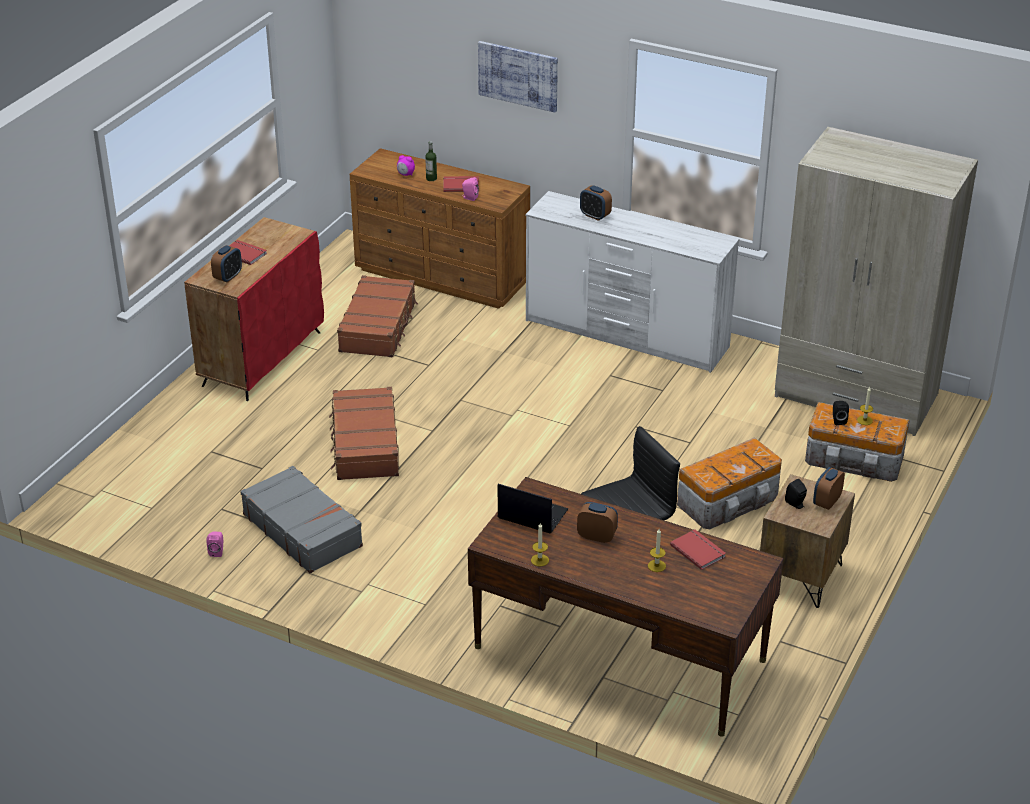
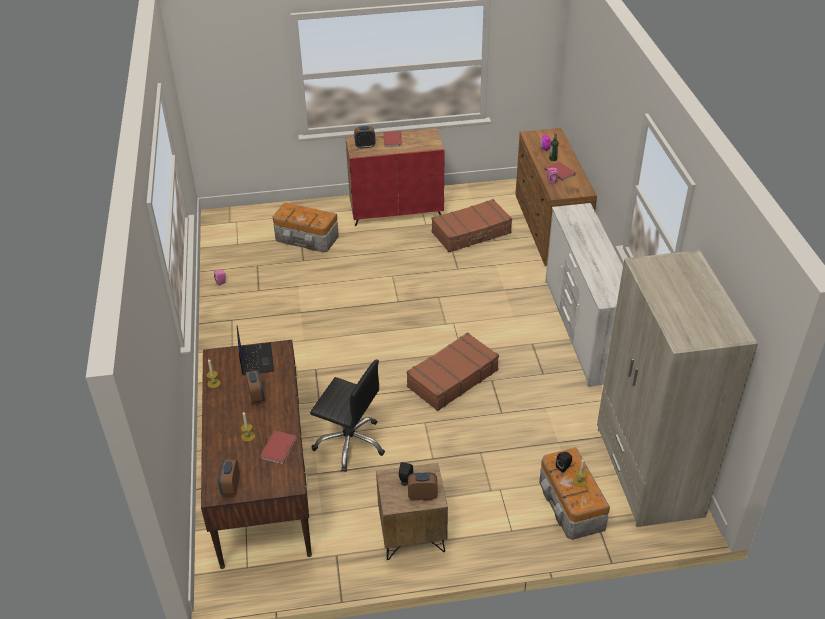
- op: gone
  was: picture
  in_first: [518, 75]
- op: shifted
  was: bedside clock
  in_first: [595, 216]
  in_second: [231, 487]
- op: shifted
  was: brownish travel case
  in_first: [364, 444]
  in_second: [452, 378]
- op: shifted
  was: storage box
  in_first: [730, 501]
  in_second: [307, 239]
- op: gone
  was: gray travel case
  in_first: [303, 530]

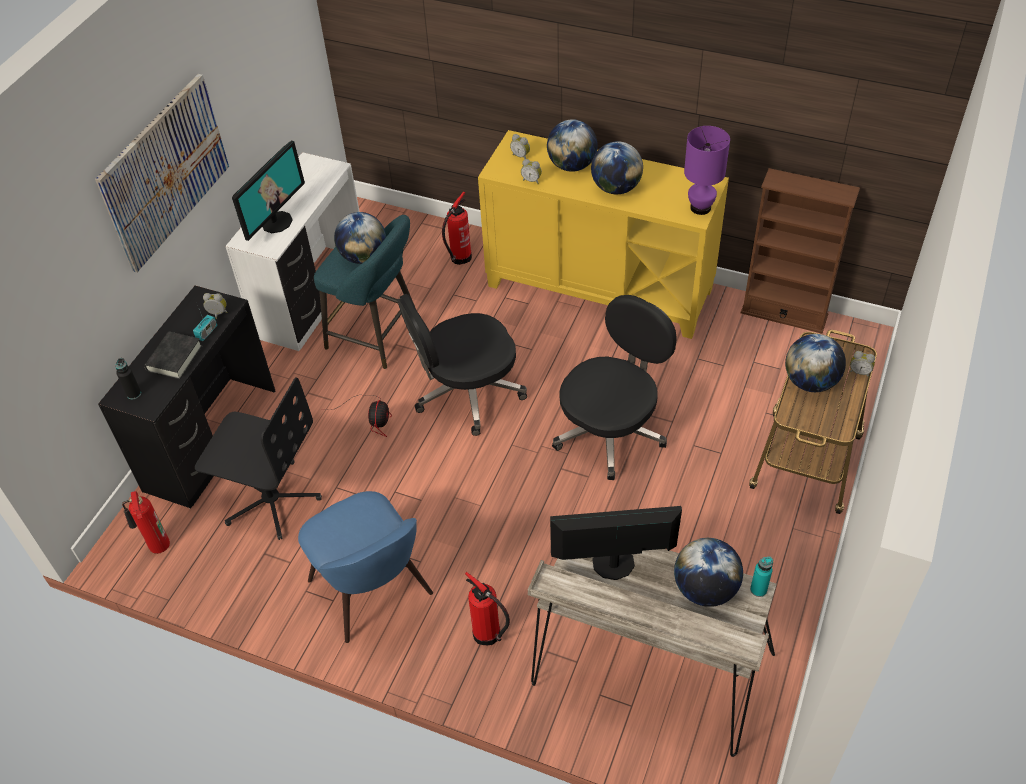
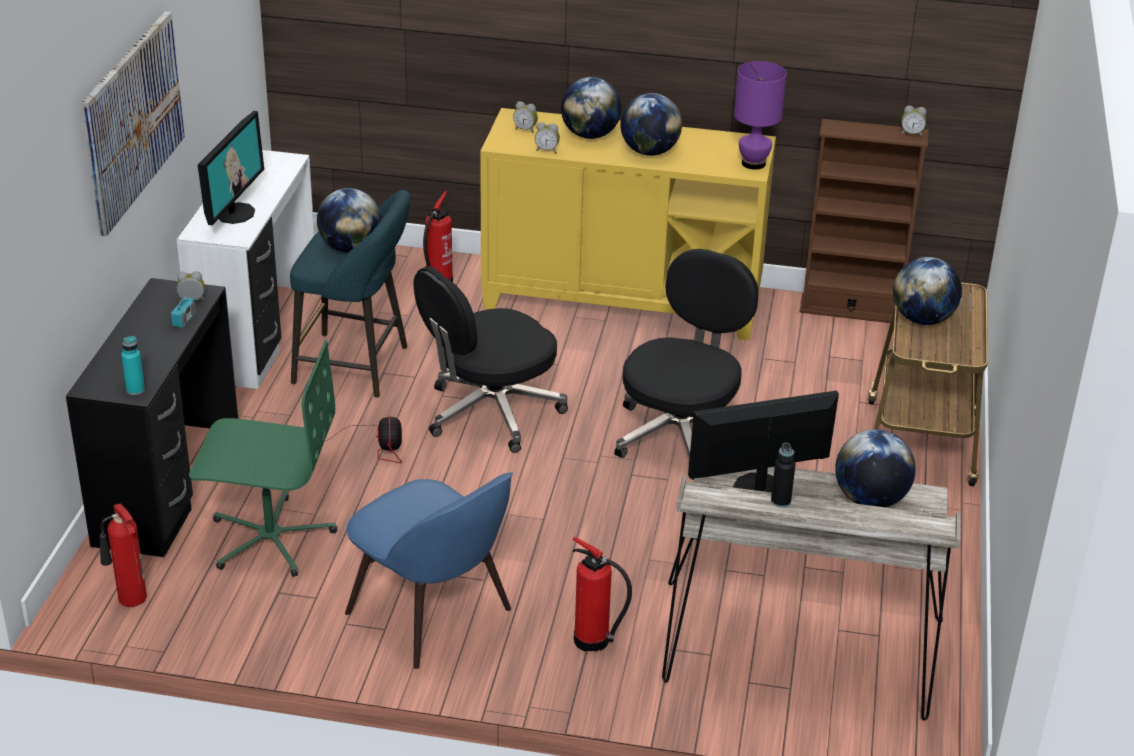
- op: gone
  was: blackish bound book
  in_first: [174, 358]
- op: shifted
  was: bedside clock
  in_first: [859, 372]
  in_second: [911, 134]
- op: shifted
  was: blackish bottle
  in_first: [134, 394]
  in_second: [780, 501]
- op: repainted
  was: blackish office chair
  now: greenish office chair
  in_first: [271, 499]
  in_second: [270, 538]
- op: shifted
  was: turquoise-coloured bottle
  in_first: [758, 589]
  in_second: [135, 390]

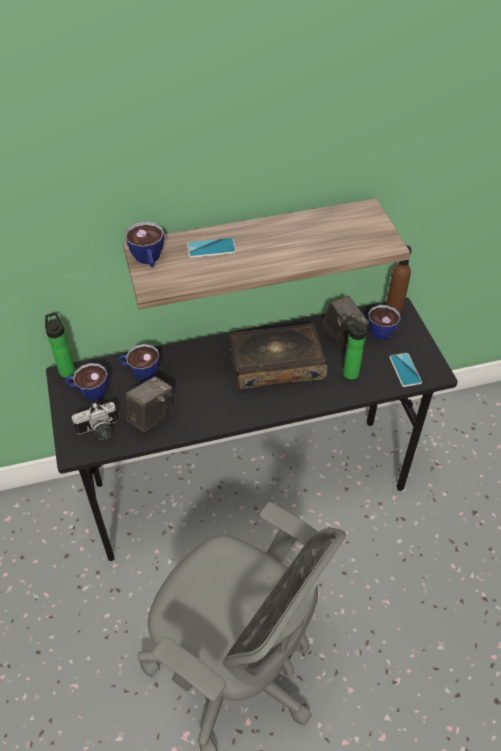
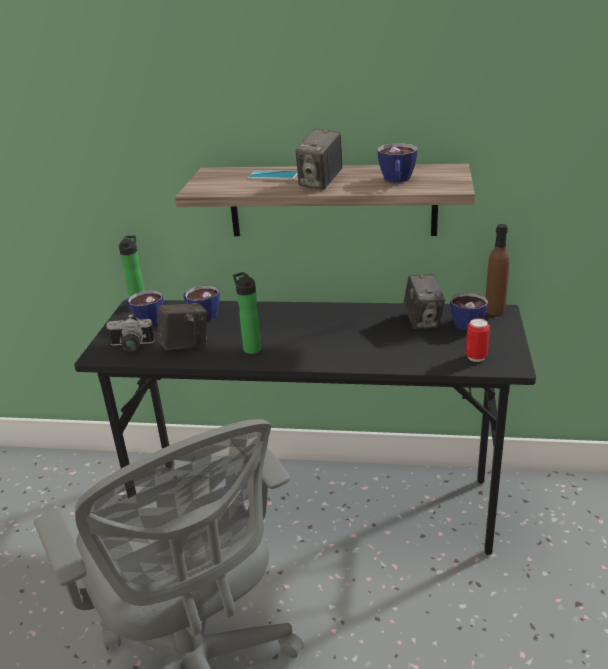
- op: shifted
  was: drinking cup
  in_first: [148, 260]
  in_second: [397, 180]
- op: shifted
  was: bottle
  in_first: [348, 372]
  in_second: [251, 348]
- op: gone
  was: bound book
  in_first: [276, 364]
- op: swapped
  was: telephone
  now: sealed can
  in_first: [405, 370]
  in_second: [476, 357]
- op: new
  now: still camera
  in_second: [320, 183]

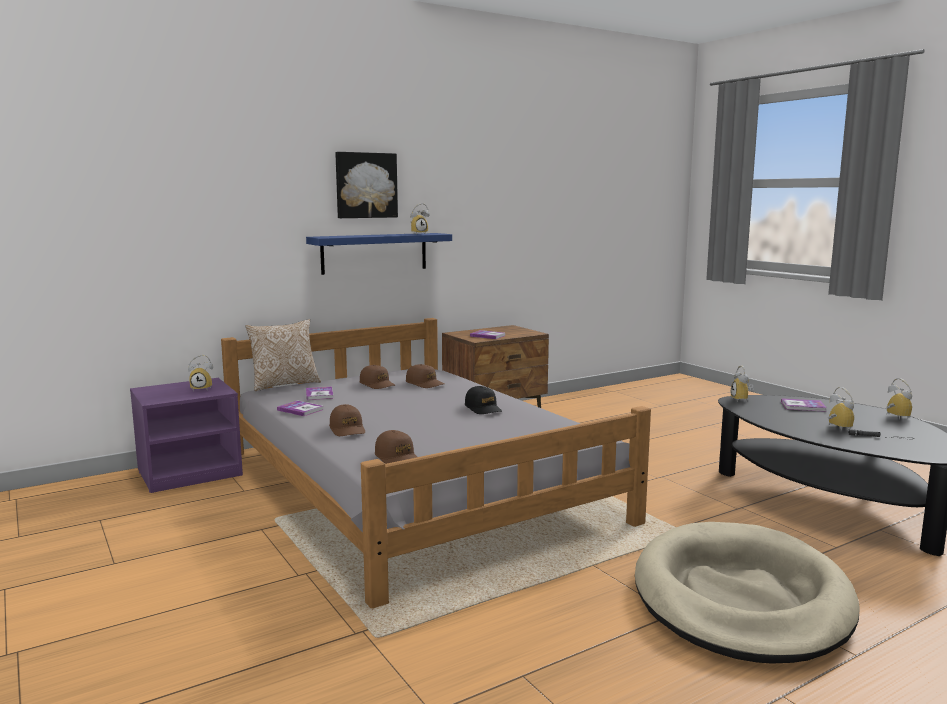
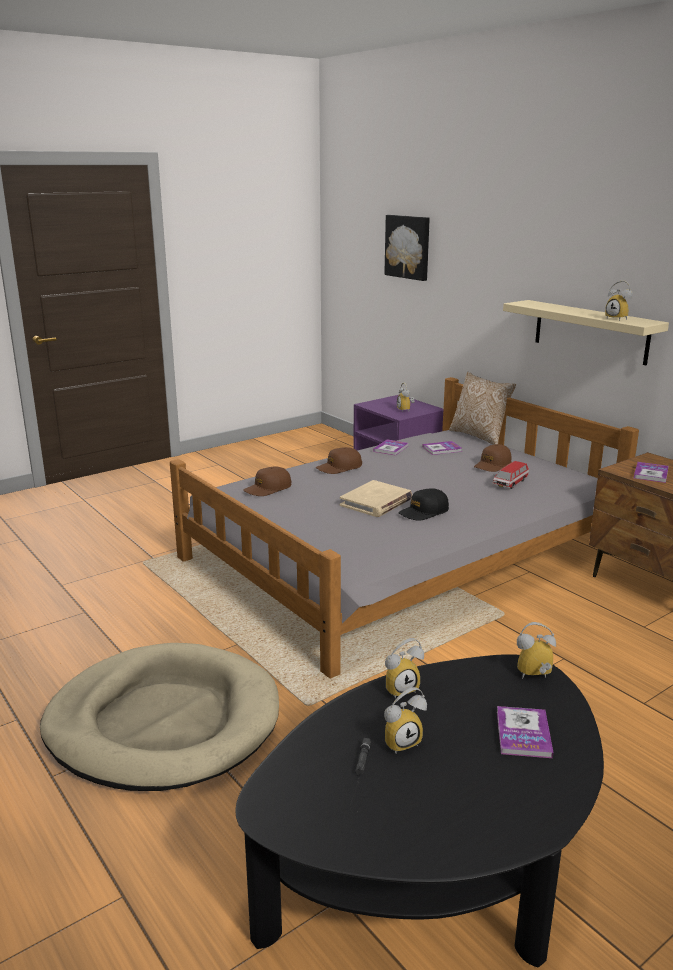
- op: shifted
  was: picture
  in_first: [366, 185]
  in_second: [408, 247]
- op: repainted
  was: blue-coloured wall shelf
  now: beige-coloured wall shelf
  in_first: [374, 253]
  in_second: [590, 331]
- op: swapped
  was: brownish cap
  now: model car
  in_first: [425, 383]
  in_second: [510, 483]
- op: shifted
  was: bedside clock
  in_first: [894, 417]
  in_second: [400, 688]
- op: new
  now: beige-coloured bound book
  in_second: [376, 502]

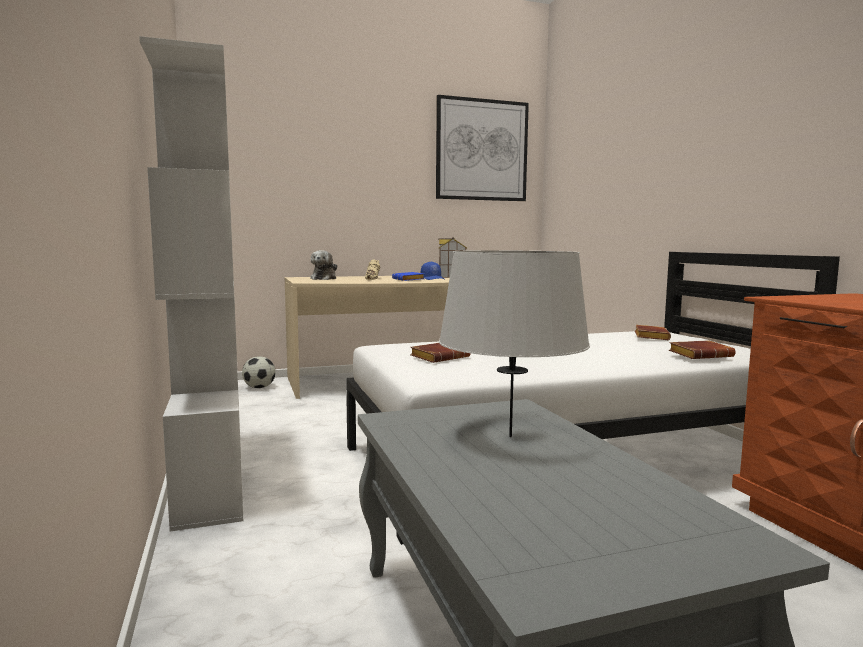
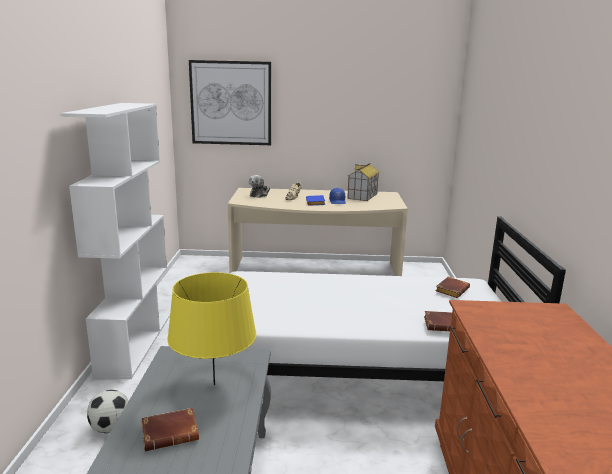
- op: shifted
  was: picture
  in_first: [482, 150]
  in_second: [231, 103]
- op: repainted
  was: gray tabletop lamp
  now: yellowish tabletop lamp
  in_first: [510, 436]
  in_second: [214, 384]
- op: shifted
  was: brownish bound book
  in_first: [440, 357]
  in_second: [171, 433]
- op: shifted
  was: football ball
  in_first: [259, 387]
  in_second: [110, 428]

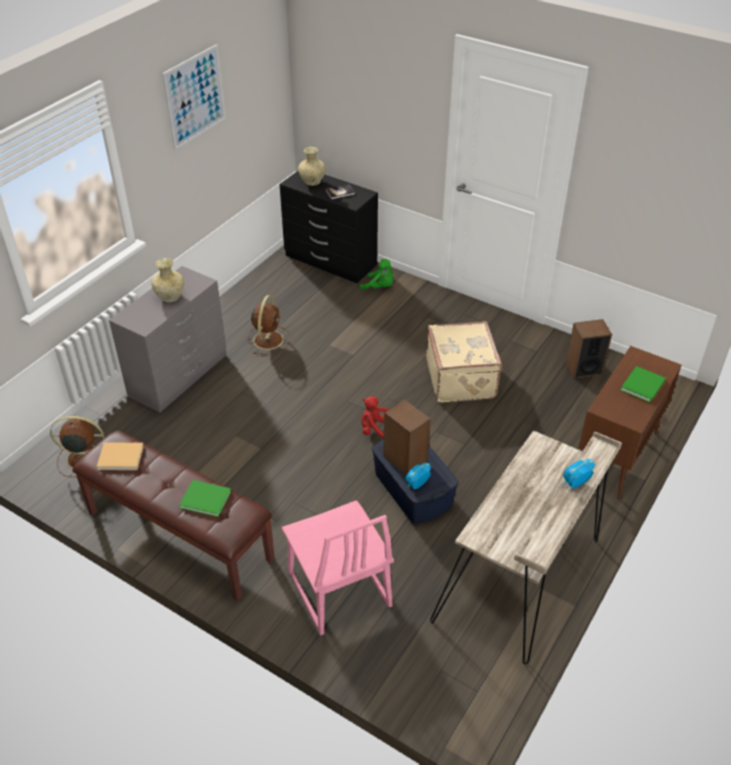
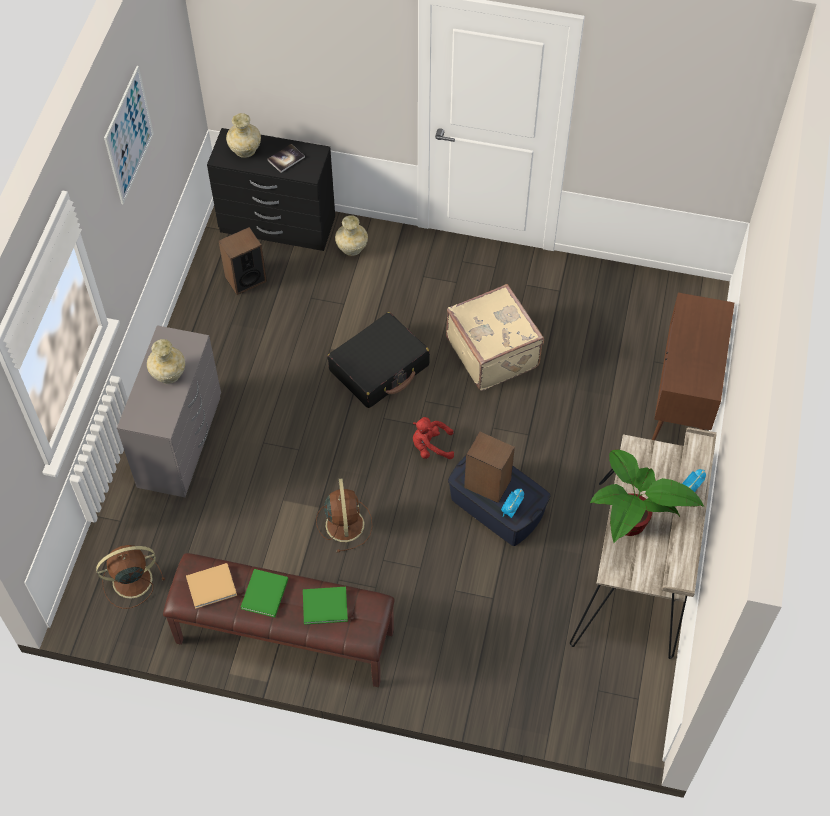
- op: swapped
  was: greenish plush toy
  now: beige-coloured vase
  in_first: [379, 287]
  in_second: [352, 249]
- op: shifted
  was: brownish electric fan
  in_first: [268, 339]
  in_second: [344, 523]
- op: shifted
  was: audio speaker
  in_first: [583, 369]
  in_second: [245, 279]
- op: shifted
  was: greenish bound book
  in_first: [642, 386]
  in_second: [264, 595]
- op: gone
  was: pink-coloured chair
  in_first: [338, 590]
- op: new
  now: blackish travel case
  in_second: [379, 368]
- op: new
  now: potted plant
  in_second: [628, 530]

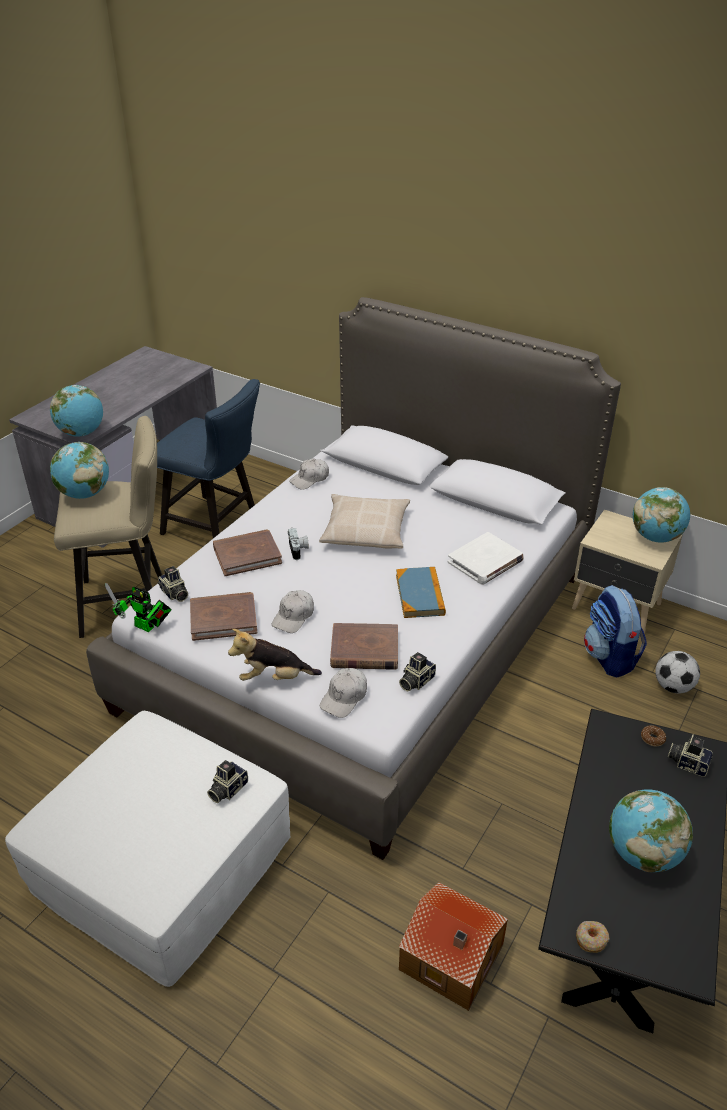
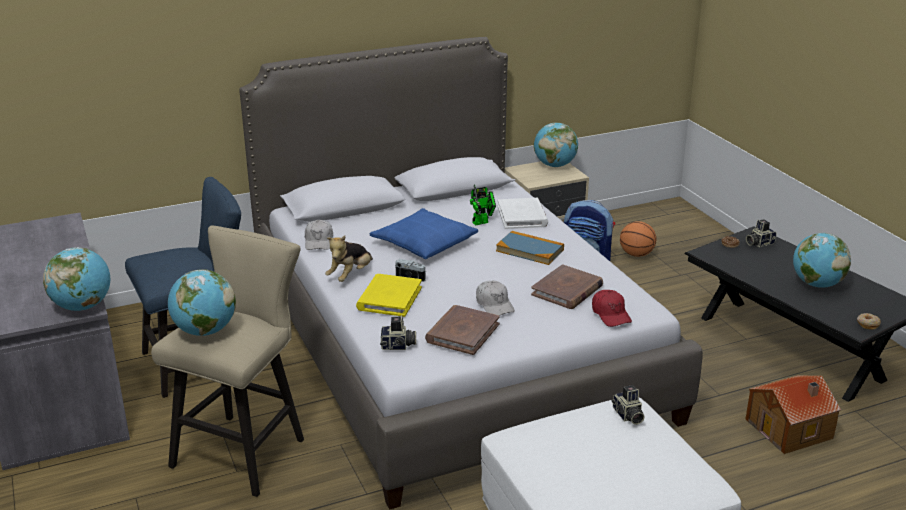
- op: repainted
  was: beige-coloured pillow
  now: blue-coloured pillow
  in_first: [366, 530]
  in_second: [424, 243]
- op: repainted
  was: brownish bound book
  now: yellowish bound book
  in_first: [247, 555]
  in_second: [389, 298]
- op: shifted
  was: robot figure
  in_first: [147, 627]
  in_second: [482, 222]
- op: shifted
  was: plush toy
  in_first: [274, 677]
  in_second: [350, 275]
- op: swapped
  was: football ball
  now: ball for basketball
  in_first: [673, 686]
  in_second: [636, 254]
- op: gone
  was: still camera
  in_first: [415, 681]
- op: repainted
  was: whitish cap
  now: red cap
  in_first: [344, 697]
  in_second: [610, 314]

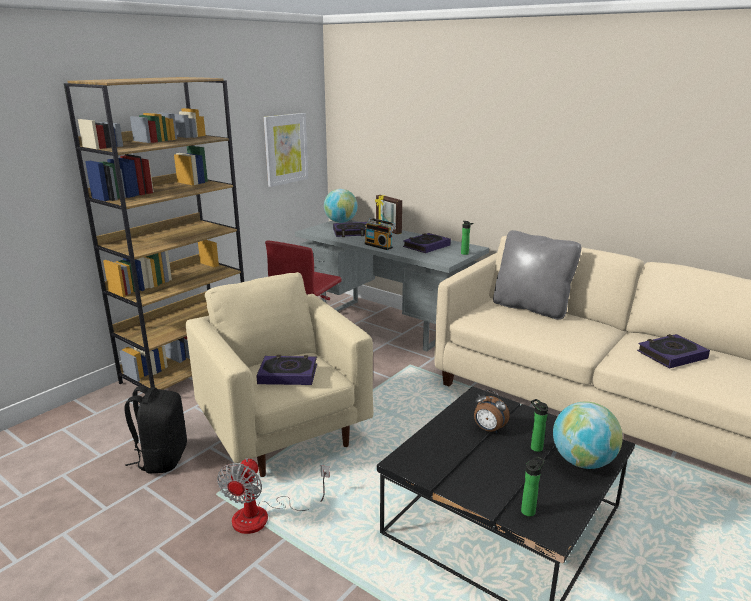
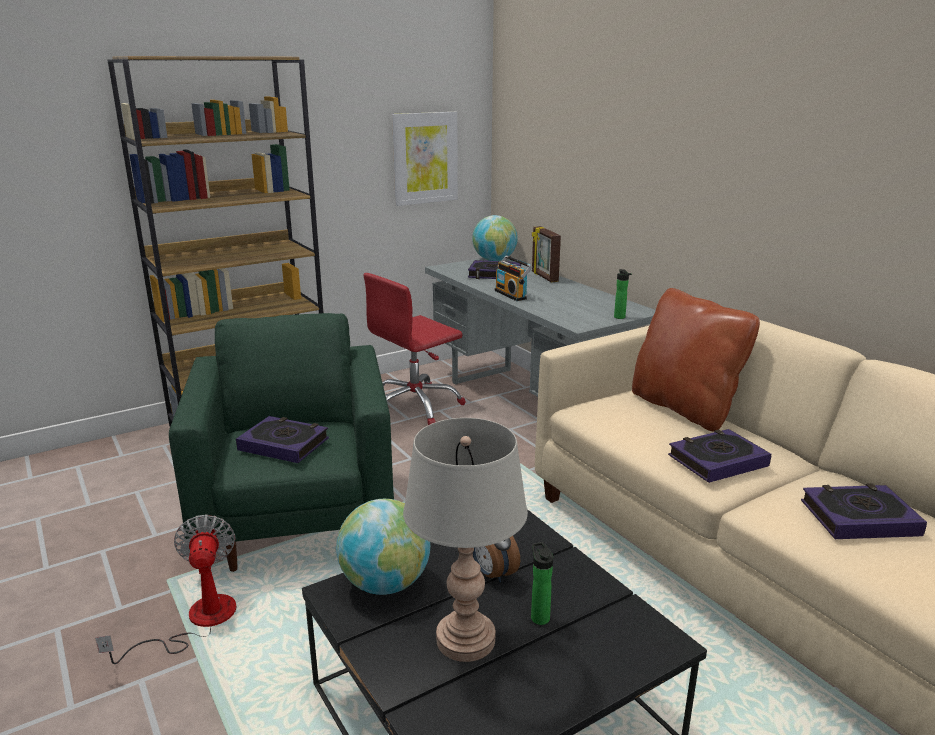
- op: repainted
  was: gray pillow
  now: brownish pillow
  in_first: [531, 308]
  in_second: [684, 408]
- op: shifted
  was: bound book
  in_first: [426, 246]
  in_second: [717, 461]
- op: repainted
  was: beige-coloured lounge chair
  now: greenish lounge chair
  in_first: [284, 432]
  in_second: [298, 521]
- op: gone
  was: blackish backpack
  in_first: [162, 458]
- op: shifted
  was: globe
  in_first: [582, 461]
  in_second: [385, 584]
- op: gone
  was: bottle
  in_first: [529, 510]
- op: rotated
  was: electric fan
  in_first: [264, 516]
  in_second: [196, 622]
  clockwise: 135
- op: new
  now: gray tabletop lamp
  in_second: [465, 640]

